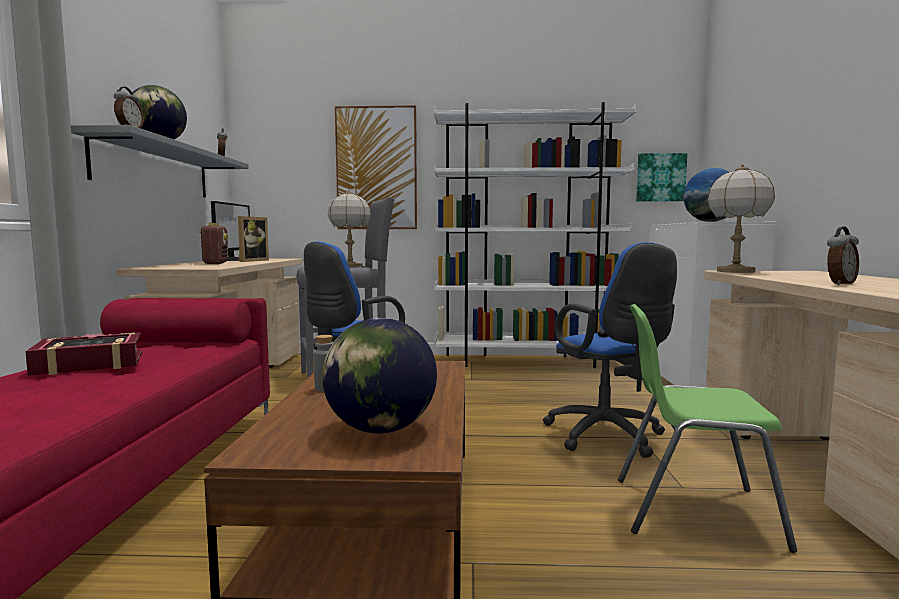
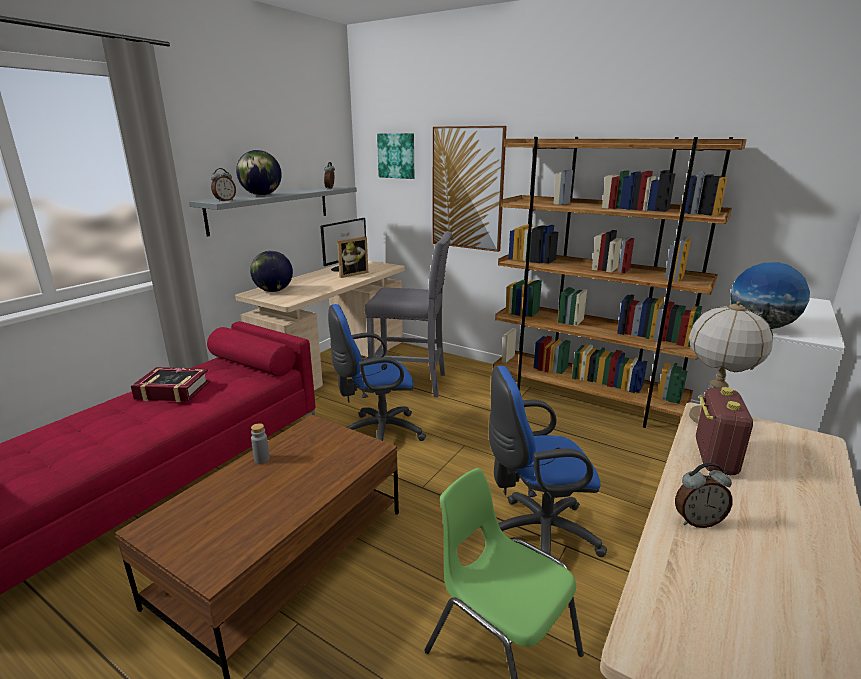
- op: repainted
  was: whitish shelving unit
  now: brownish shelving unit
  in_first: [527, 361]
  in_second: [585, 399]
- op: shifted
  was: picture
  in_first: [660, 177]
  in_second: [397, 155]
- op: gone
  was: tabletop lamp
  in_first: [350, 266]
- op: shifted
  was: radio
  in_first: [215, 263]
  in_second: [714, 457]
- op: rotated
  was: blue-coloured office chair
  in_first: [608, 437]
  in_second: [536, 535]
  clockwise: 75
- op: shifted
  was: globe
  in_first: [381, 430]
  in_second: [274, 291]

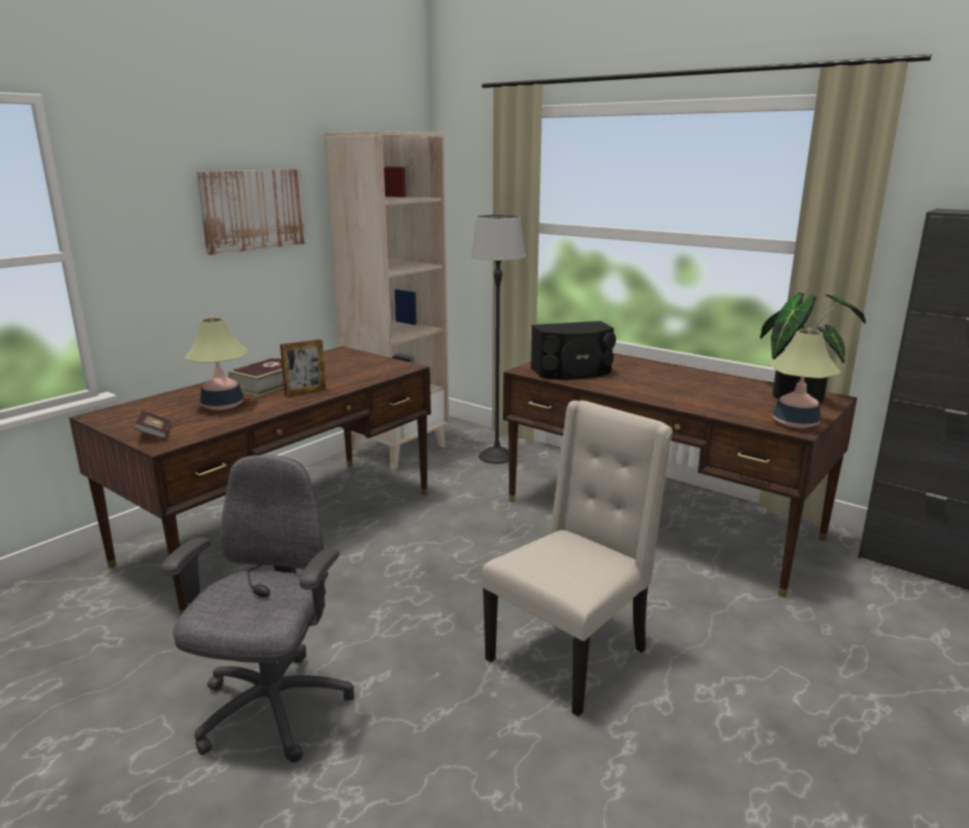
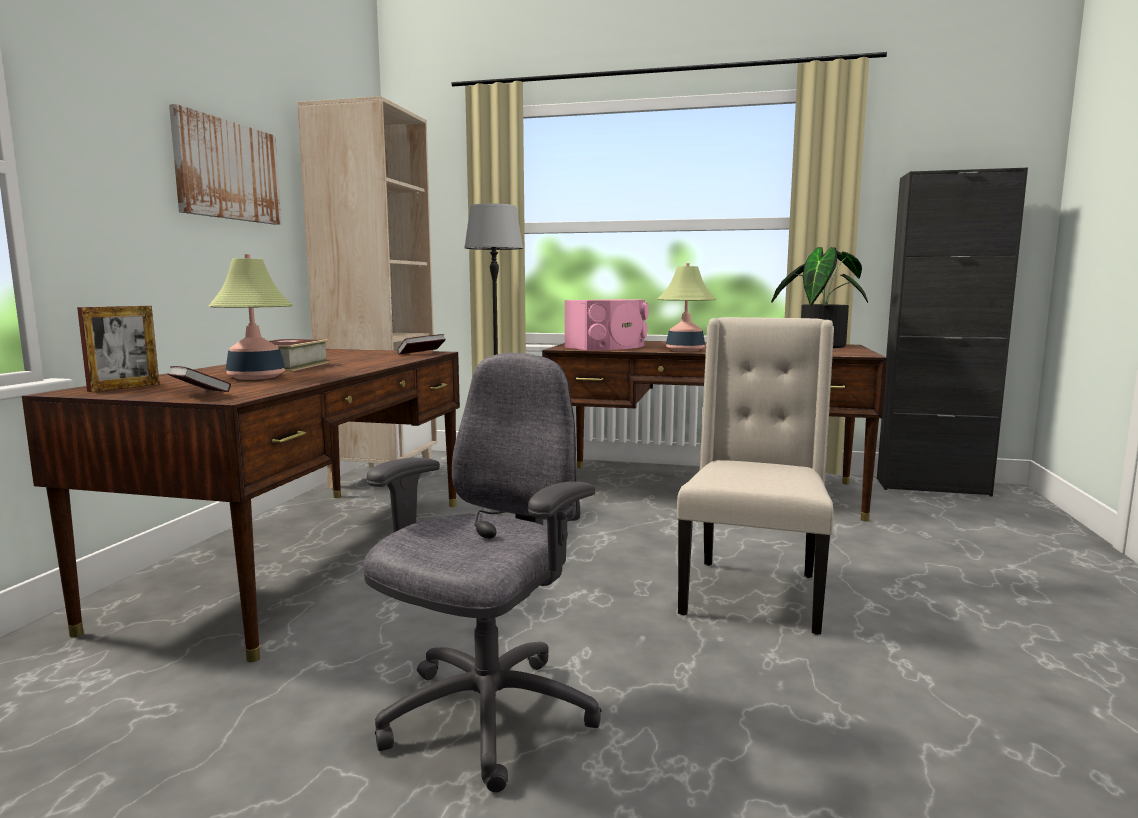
- op: repainted
  was: blackish audio speaker
  now: pink-coloured audio speaker
  in_first: [572, 372]
  in_second: [609, 347]
- op: shifted
  was: tabletop lamp
  in_first: [795, 422]
  in_second: [685, 350]
- op: shifted
  was: standing frame
  in_first: [305, 392]
  in_second: [124, 387]
- op: rotated
  was: gray office chair
  in_first: [272, 710]
  in_second: [485, 718]
  clockwise: 45
- op: new
  now: bound book
  in_second: [421, 354]

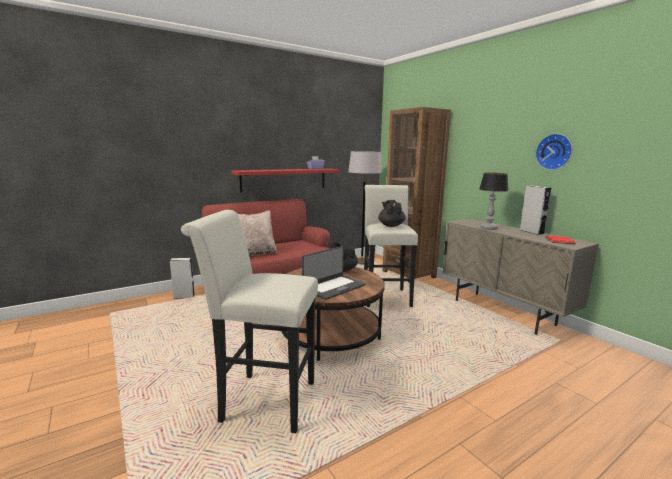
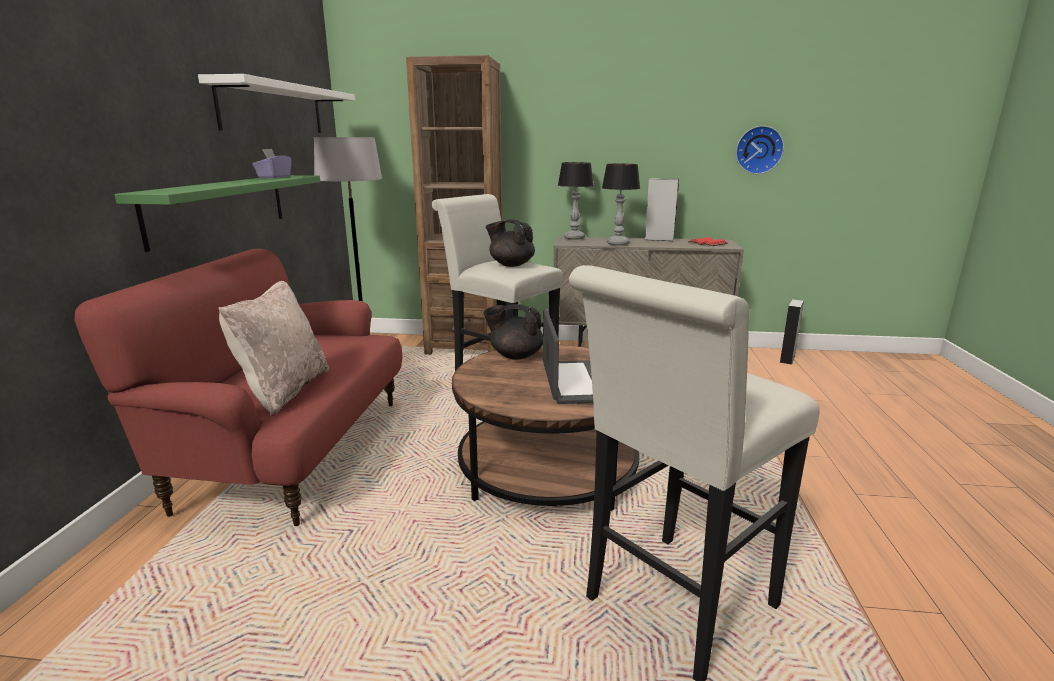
- op: shifted
  was: hanging clock
  in_first: [554, 152]
  in_second: [758, 150]
- op: repainted
  was: red wall shelf
  now: greenish wall shelf
  in_first: [284, 179]
  in_second: [220, 207]
- op: shifted
  was: gray audio speaker
  in_first: [184, 296]
  in_second: [787, 359]
- op: new
  now: whitish wall shelf
  in_second: [274, 109]
- op: new
  now: tabletop lamp
  in_second: [574, 238]

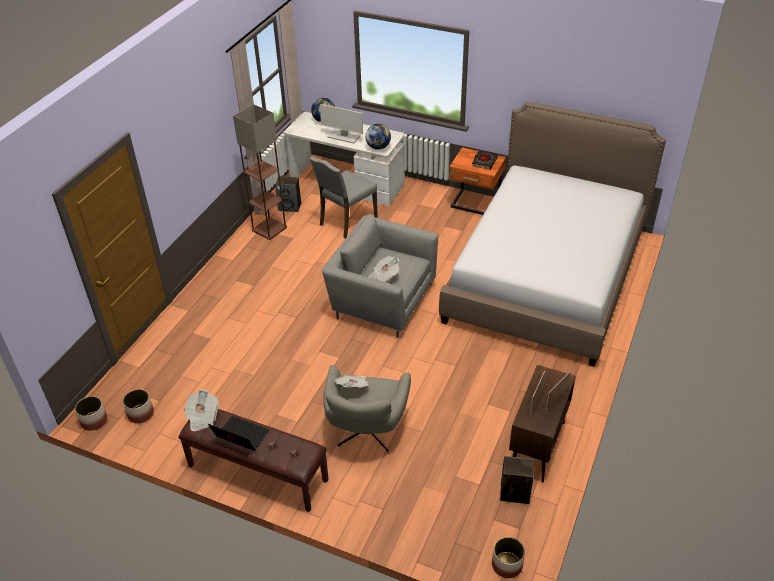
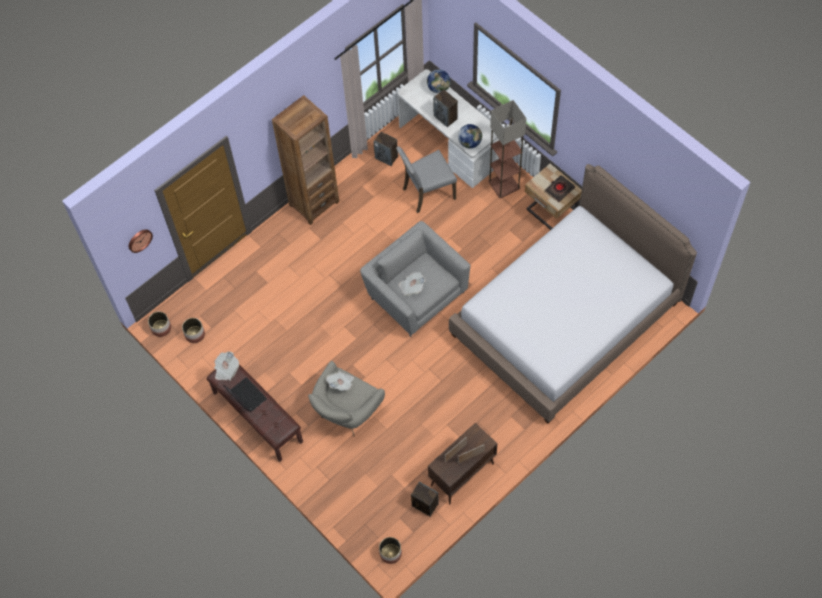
- op: shifted
  was: standard lamp
  in_first: [269, 228]
  in_second: [504, 184]
- op: swapped
  was: computer screen
  now: audio speaker
  in_first: [343, 137]
  in_second: [445, 117]
- op: repainted
  was: orange-coloured bedside table
  now: beige-coloured bedside table
  in_first: [475, 204]
  in_second: [550, 213]
- op: new
  now: brownish shelving unit
  in_second: [314, 203]
- op: new
  now: hanging clock
  in_second: [139, 240]

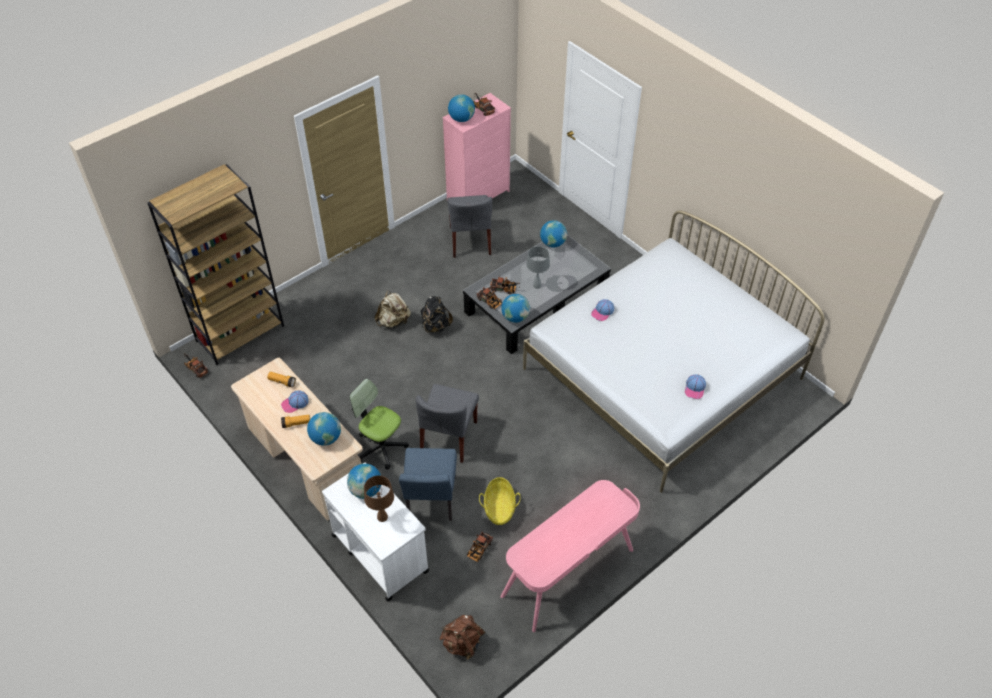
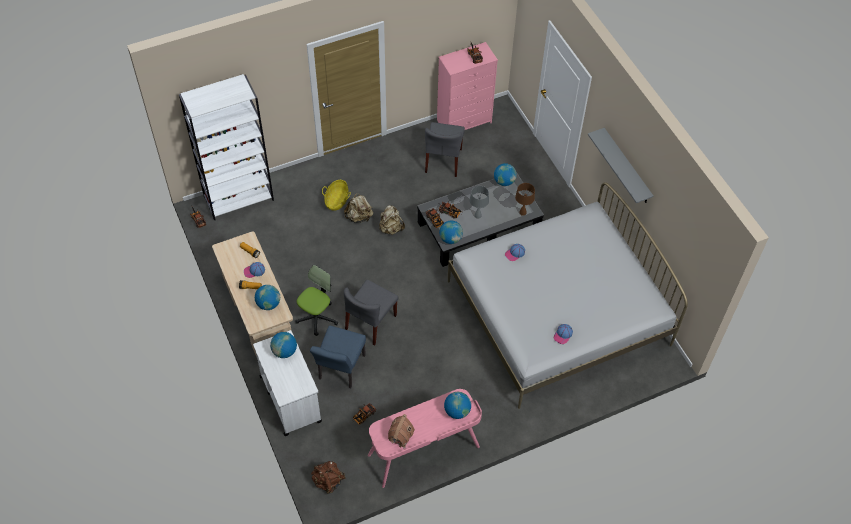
- op: shifted
  was: globe
  in_first: [461, 119]
  in_second: [457, 411]
- op: repainted
  was: brownish shelving unit
  now: whitish shelving unit
  in_first: [240, 333]
  in_second: [239, 198]
- op: repainted
  was: blackish backpack
  now: beige-coloured backpack
  in_first: [435, 326]
  in_second: [391, 228]
- op: rotated
  was: office chair
  in_first: [381, 447]
  in_second: [317, 317]
  clockwise: 75
- op: shifted
  was: brownish tabletop lamp
  in_first: [382, 517]
  in_second: [523, 213]
- op: shifted
  was: basket
  in_first: [499, 508]
  in_second: [337, 200]
- op: new
  now: gray wall shelf
  in_second: [626, 167]
- op: new
  now: model house
  in_second: [400, 437]

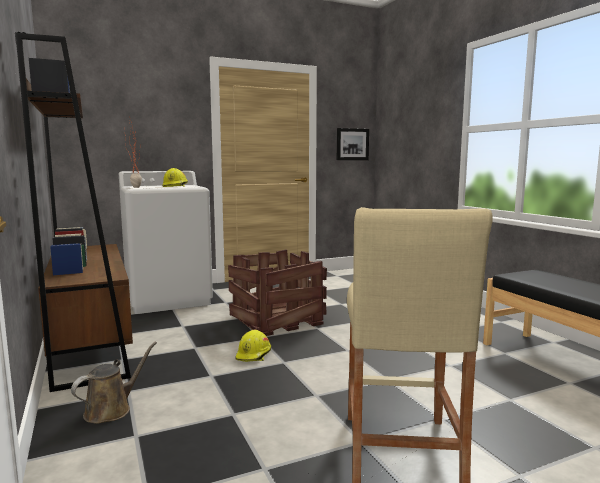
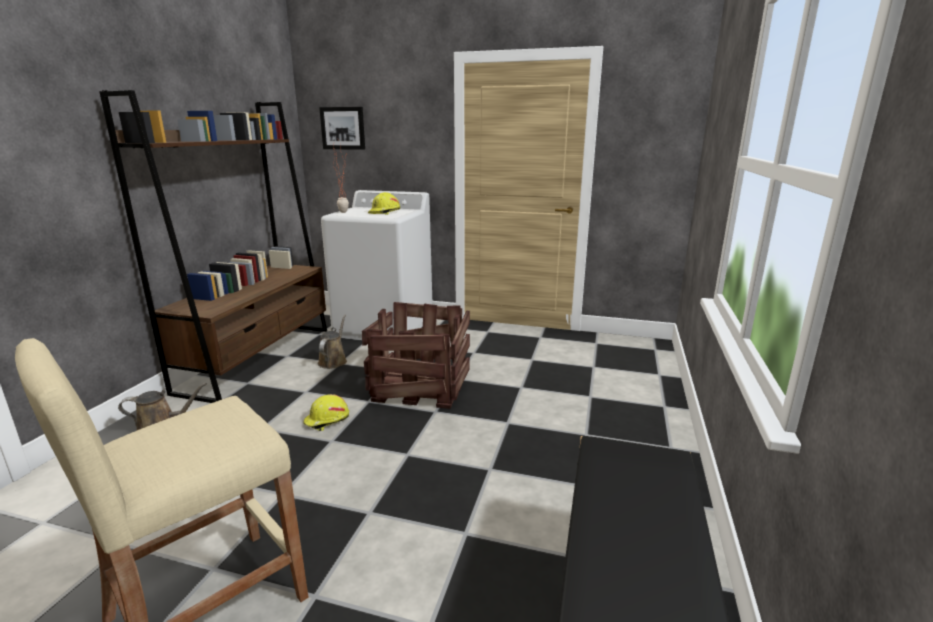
- op: shifted
  was: picture
  in_first: [352, 144]
  in_second: [343, 128]
- op: new
  now: brownish watering can
  in_second: [333, 361]

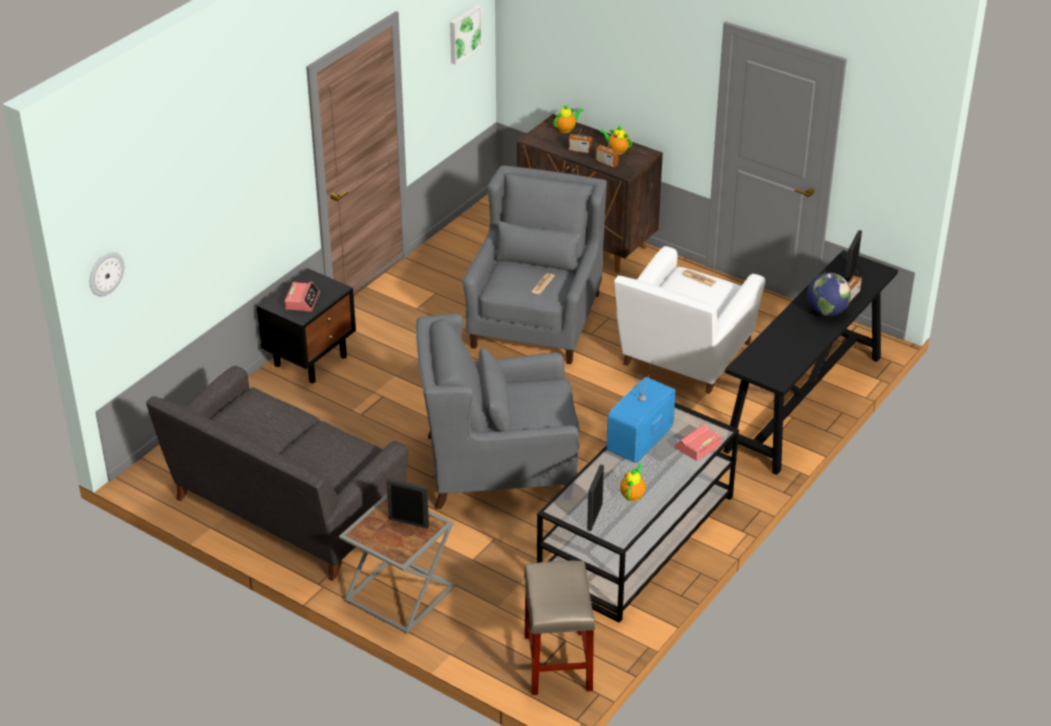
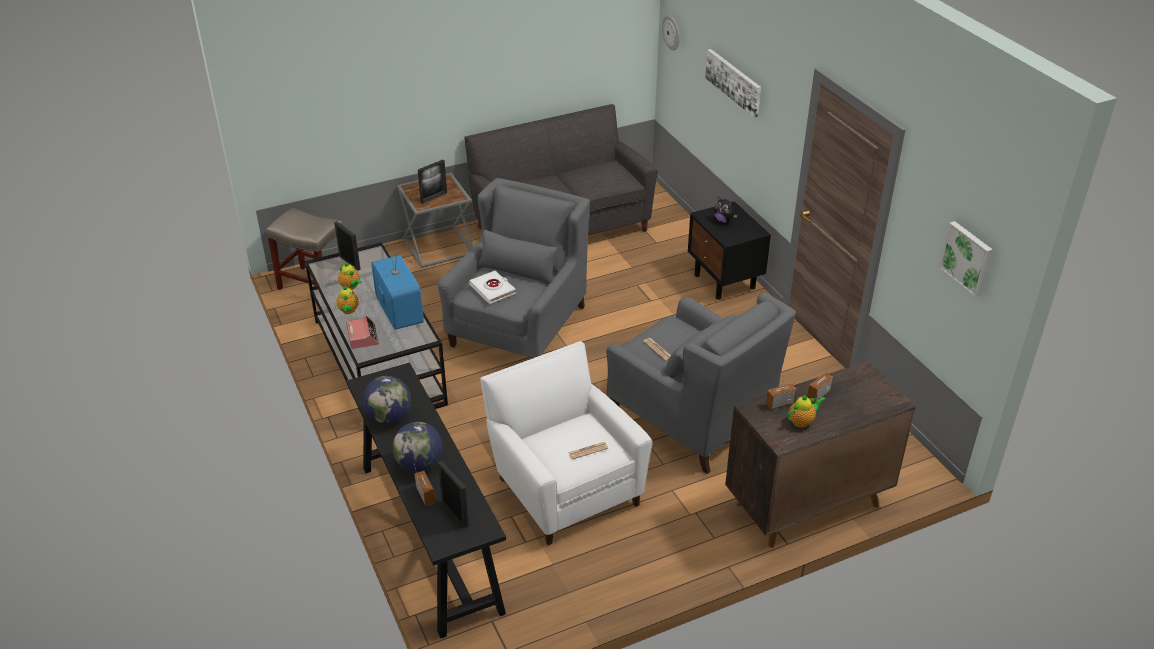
- op: shifted
  was: pot for tea
  in_first: [566, 129]
  in_second: [348, 311]
- op: swapped
  was: bedside clock
  now: plush toy
  in_first: [302, 301]
  in_second: [724, 220]
- op: new
  now: picture
  in_second: [734, 82]
- op: new
  now: whitish bound book
  in_second: [492, 290]
- op: new
  now: globe
  in_second: [389, 417]

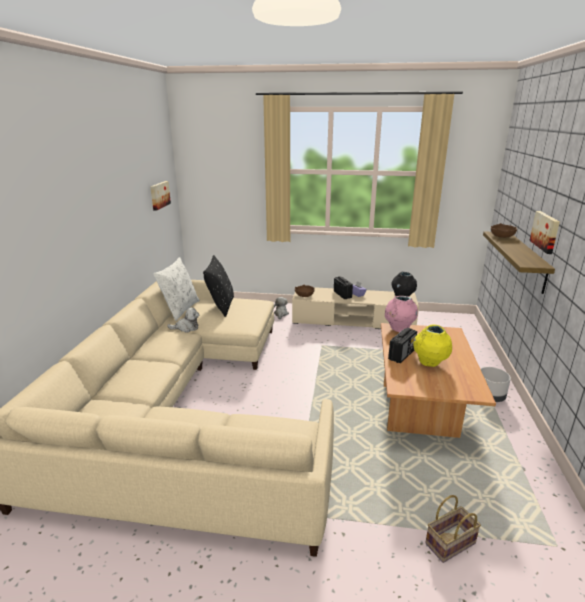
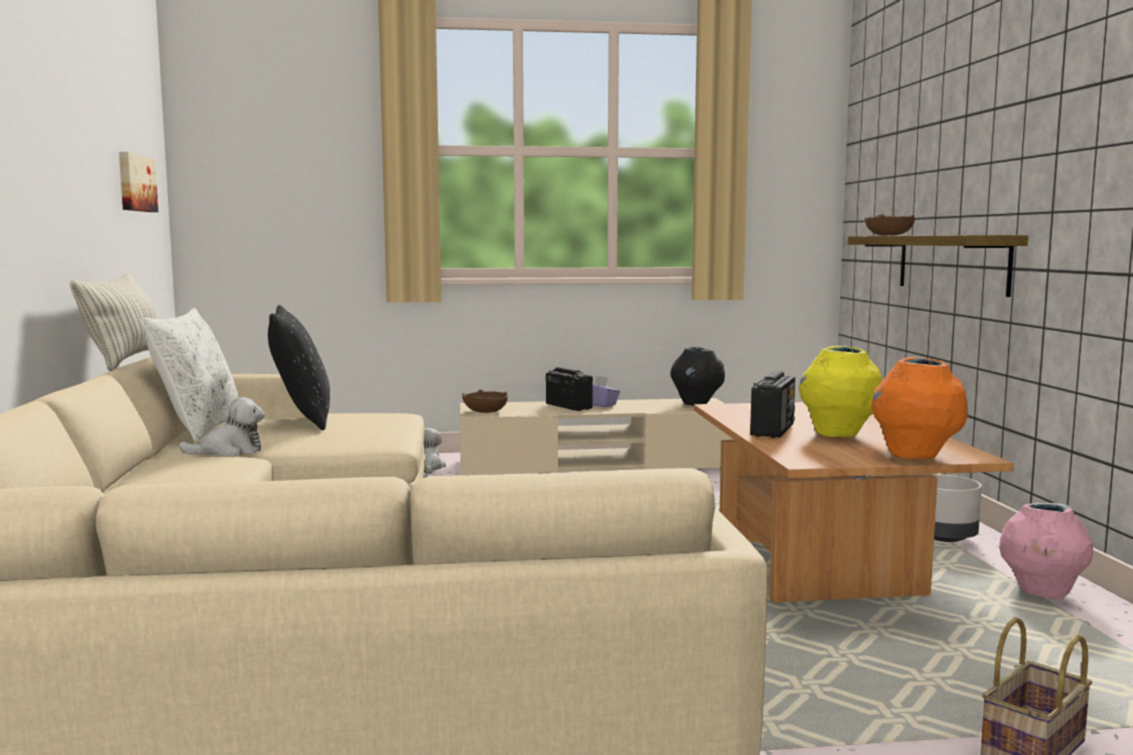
- op: gone
  was: picture
  in_first: [546, 231]
- op: shifted
  was: pink-coloured vase
  in_first: [399, 329]
  in_second: [1042, 592]
- op: new
  now: pillow
  in_second: [125, 360]
- op: new
  now: orange-coloured vase
  in_second: [915, 456]

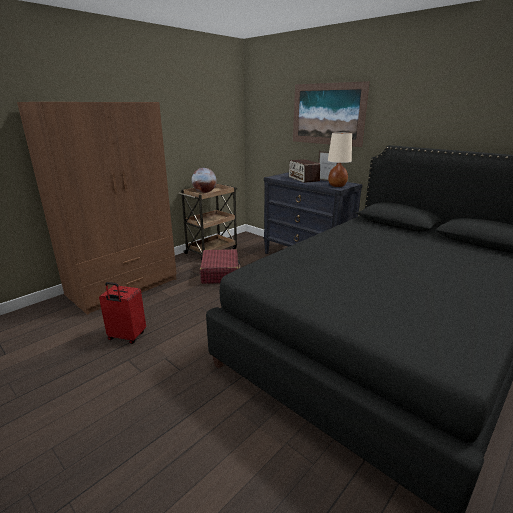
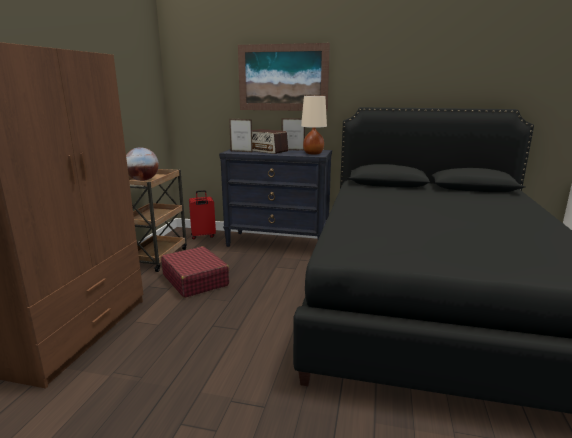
- op: shifted
  was: red travel case
  in_first: [126, 337]
  in_second: [203, 236]
- op: new
  now: standing frame
  in_second: [241, 151]

